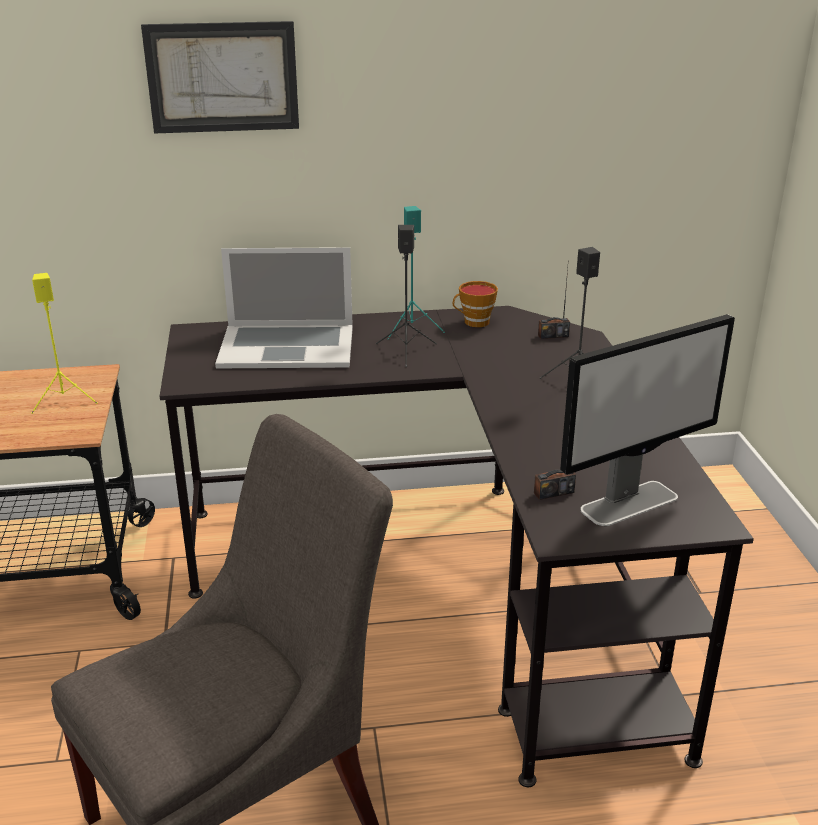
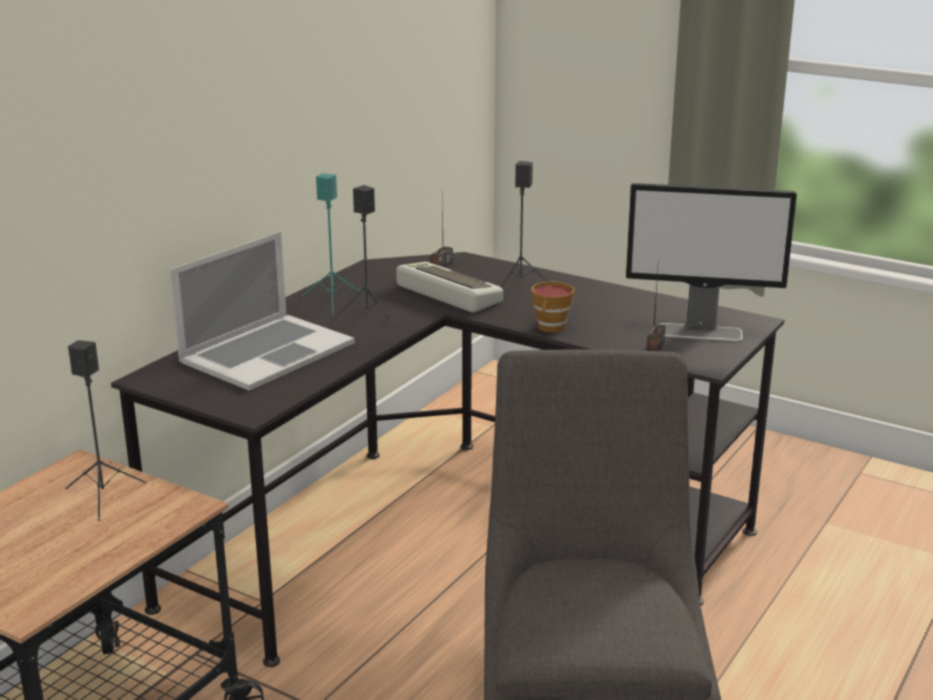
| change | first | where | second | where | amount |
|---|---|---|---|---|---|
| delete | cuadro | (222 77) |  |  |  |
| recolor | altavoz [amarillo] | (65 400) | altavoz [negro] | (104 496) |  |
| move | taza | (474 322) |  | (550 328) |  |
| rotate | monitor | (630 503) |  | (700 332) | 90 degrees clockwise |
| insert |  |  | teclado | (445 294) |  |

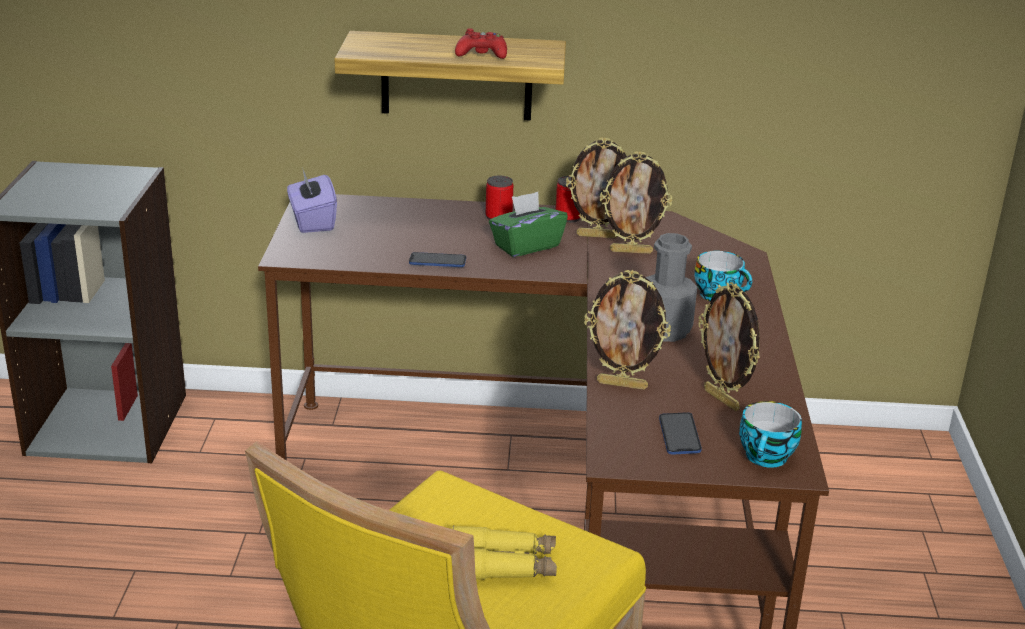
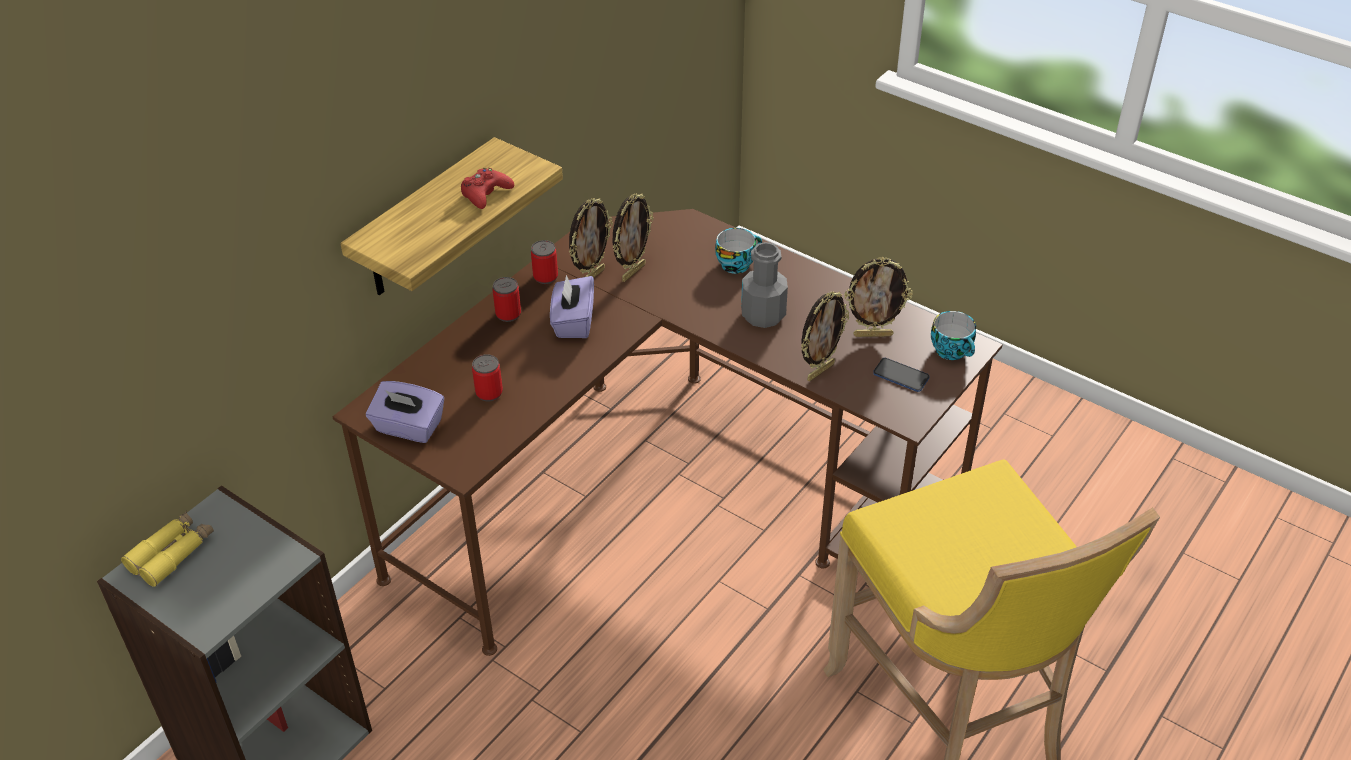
| change | first | where | second | where | amount |
|---|---|---|---|---|---|
| recolor | caja de pañuelos [verde] | (526 246) | caja de pañuelos [morado] | (573 322) |  |
| delete | móvil | (437 261) |  |  |  |
| move | prismáticos [amarillo] | (502 566) |  | (172 553) |  |
| insert |  |  | lata | (489 393) |  |

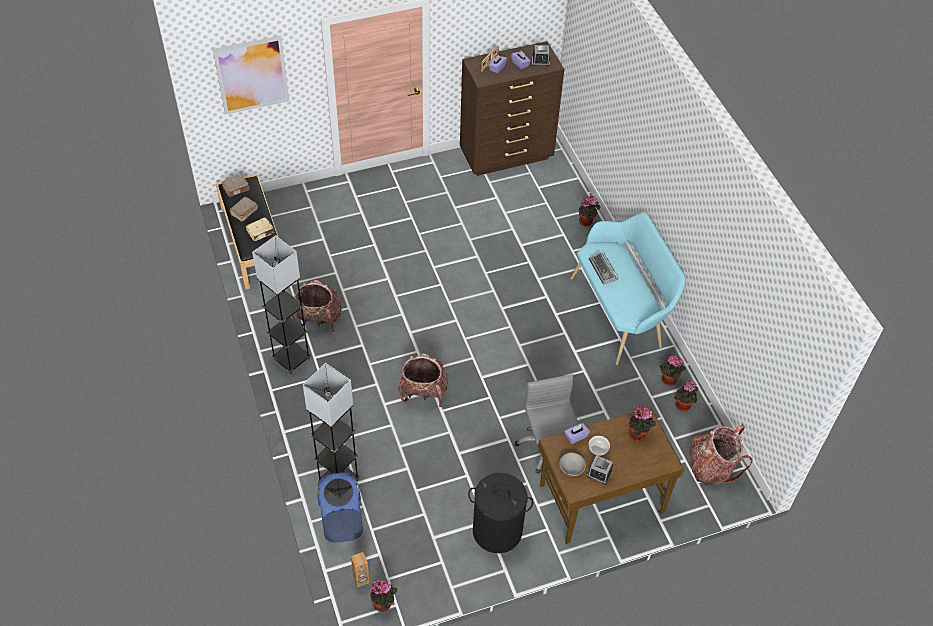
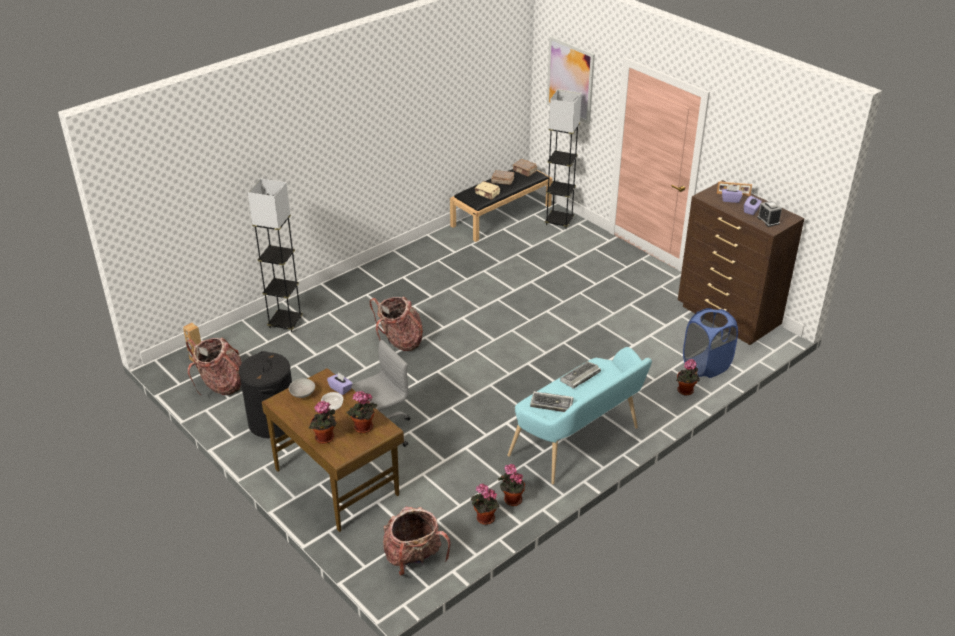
| change | first | where | second | where | amount |
|---|---|---|---|---|---|
| move | lámpara de pie [gris] | (291 359) |  | (559 222) |  |
| move | mochila | (318 319) |  | (221 385) |  |
| delete | despertador | (599 474) |  |  |  |
| move | cesto de la ropa [azul] | (342 523) |  | (706 365) |  |
| move | planta en maceta | (384 603) |  | (325 439) |  |
| insert |  |  | teclado | (552 404) |  |

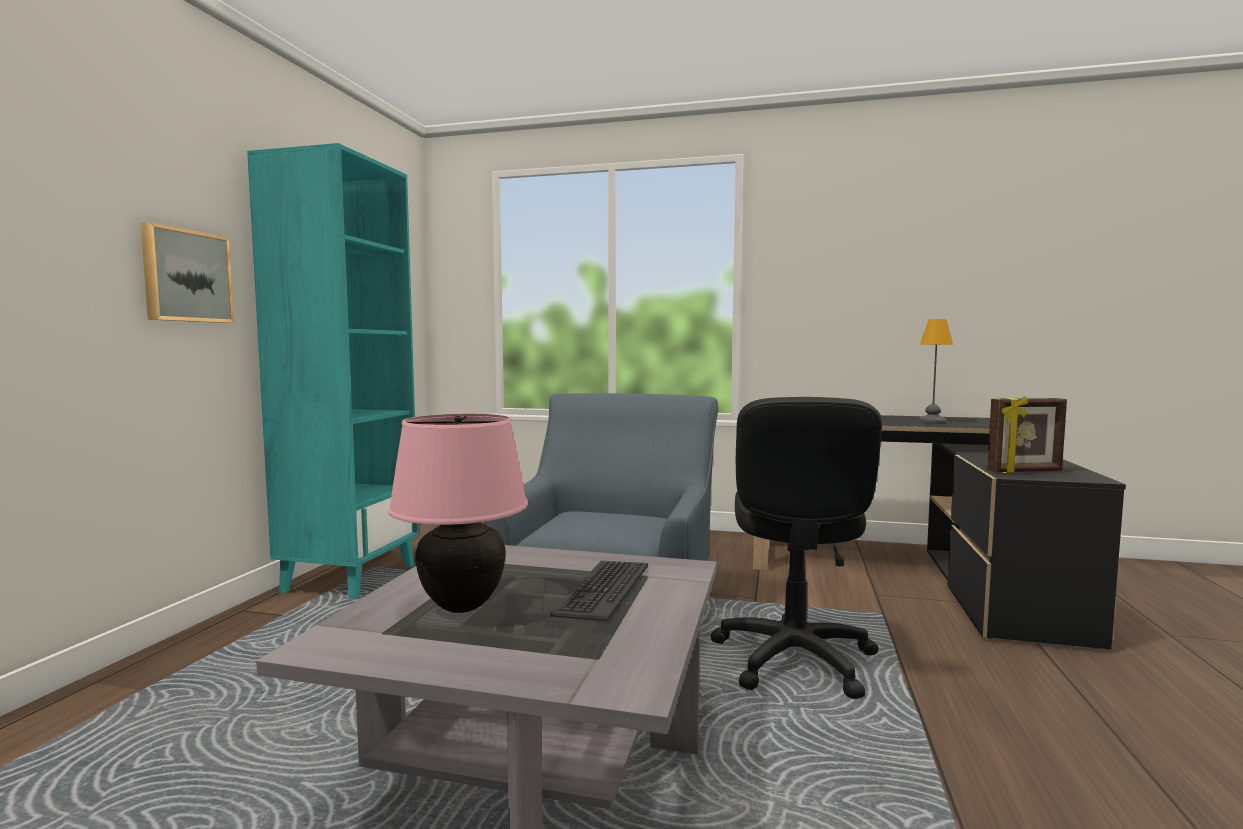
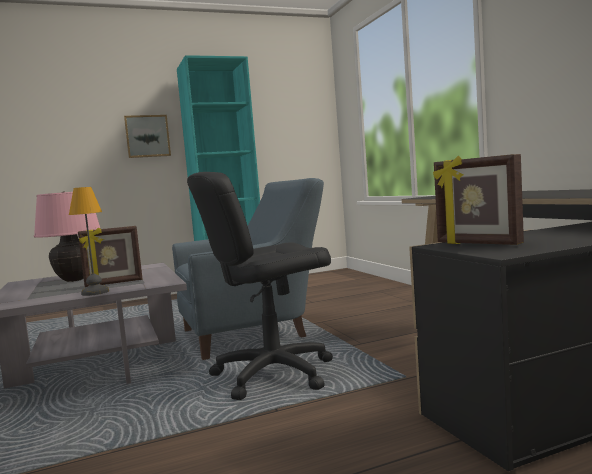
| change | first | where | second | where | amount |
|---|---|---|---|---|---|
| move | lámpara de mesa | (931 422) |  | (96 292) |  |
| replace | teclado | (602 589) | portarretratos | (114 283) |  |

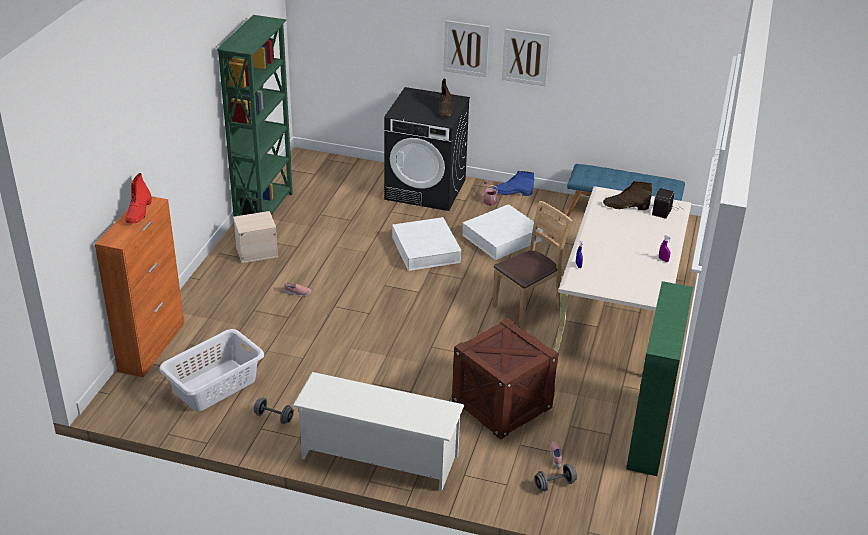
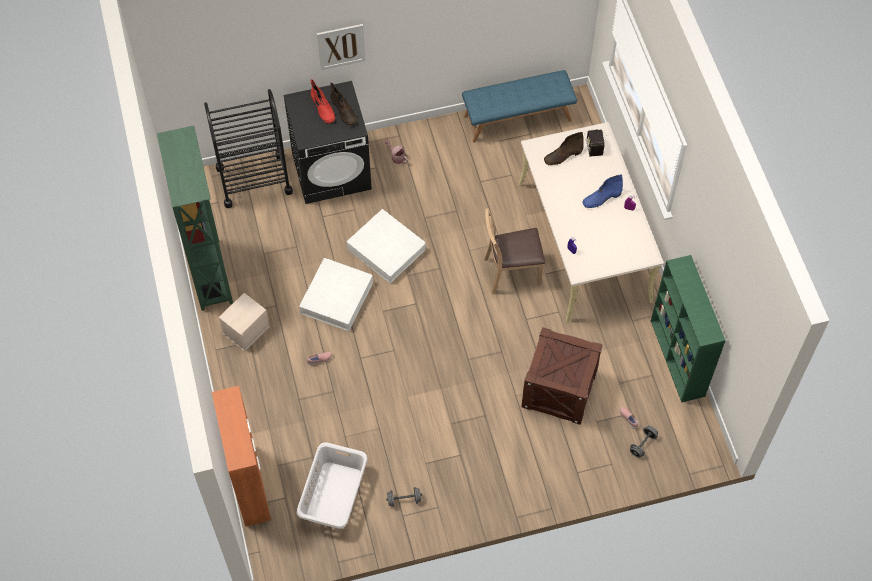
| change | first | where | second | where | amount |
|---|---|---|---|---|---|
| delete | cuadro | (525 57) |  |  |  |
| move | bota [azul] | (512 192) |  | (601 198) |  |
| move | bota [rojo] | (138 212) |  | (323 109) |  |
| rotate | silla [marrón] | (527 306) |  | (511 272) | 120 degrees counterclockwise |
| move | caja de almacenaje [blanco] | (501 237) |  | (336 298) |  |
| delete | zapatero [blanco] | (378 457) |  |  |  |
| insert |  |  | carrito [negro] | (254 180) |  |

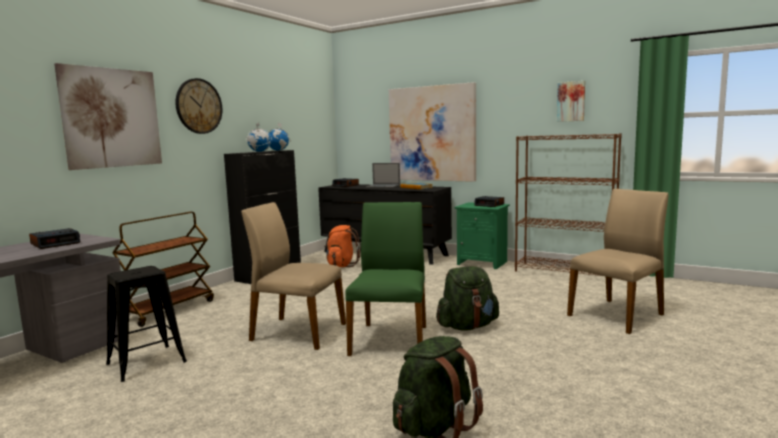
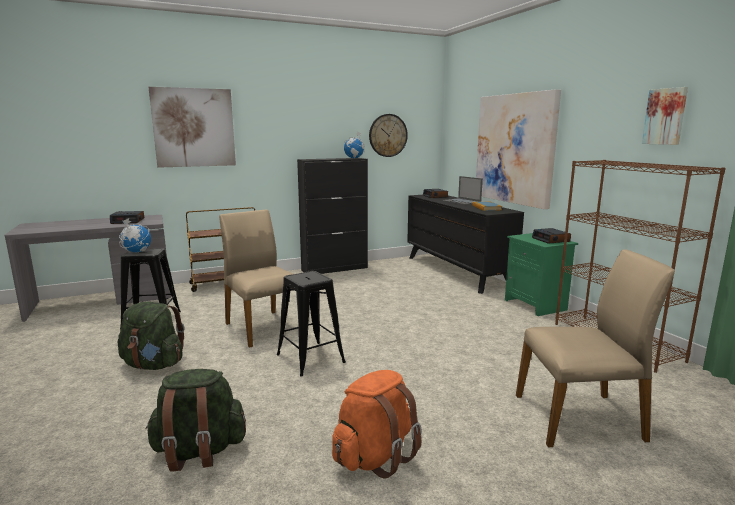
| change | first | where | second | where | amount |
|---|---|---|---|---|---|
| move | reloj de pared | (198 106) |  | (388 135) |  |
| move | globo terráqueo | (259 151) |  | (137 252) |  |
| replace | silla [verde] | (391 339) | taburete [negro] | (310 358) |  |
| move | mochila [naranja] | (341 265) |  | (375 456) |  |
| move | mochila [verde] | (467 326) |  | (154 365) |  |

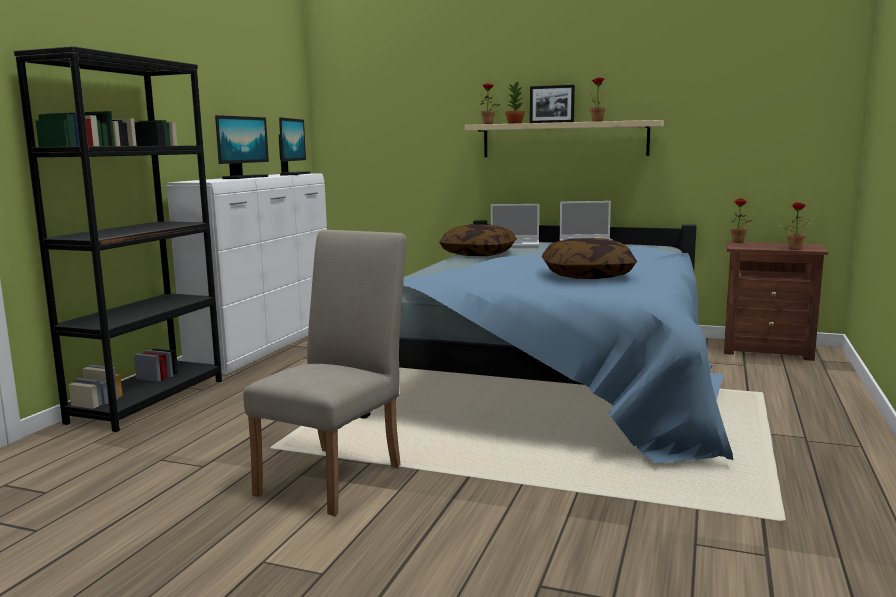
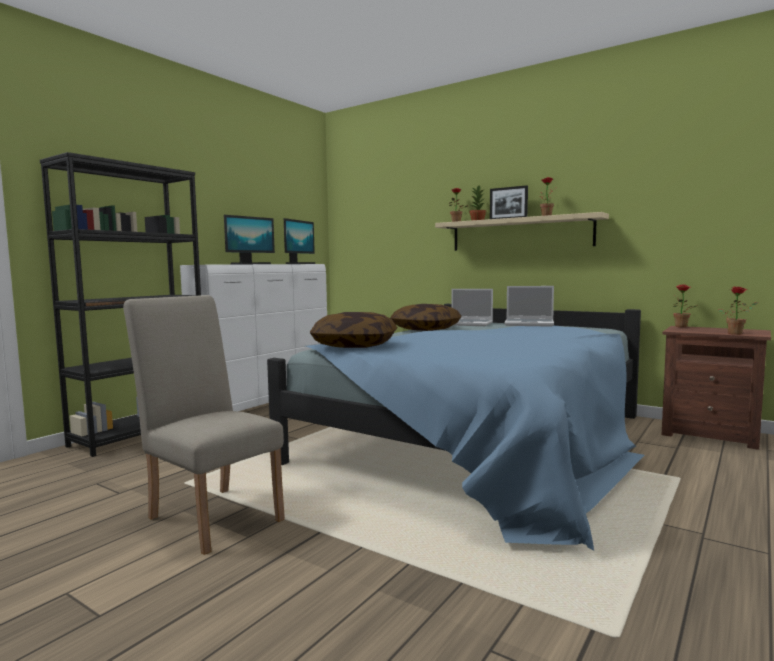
| change | first | where | second | where | amount |
|---|---|---|---|---|---|
| rotate | silla [beis] | (337 475) |  | (211 515) | 90 degrees counterclockwise |
| move | cojín | (587 275) |  | (355 345) |  |

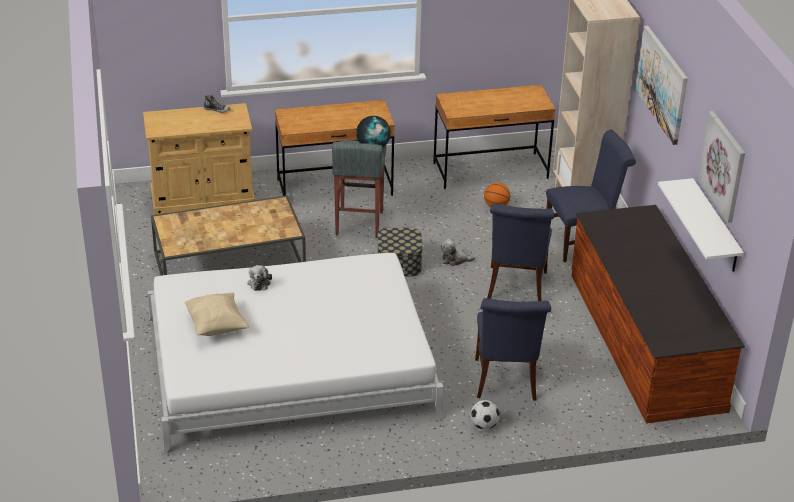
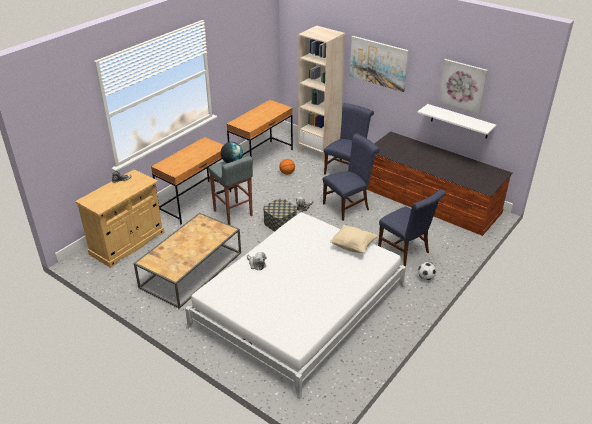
| change | first | where | second | where | amount |
|---|---|---|---|---|---|
| rotate | silla [azul] | (516 288) |  | (348 206) | 90 degrees counterclockwise |
| move | cojín [beis] | (216 326) |  | (353 246) |  |

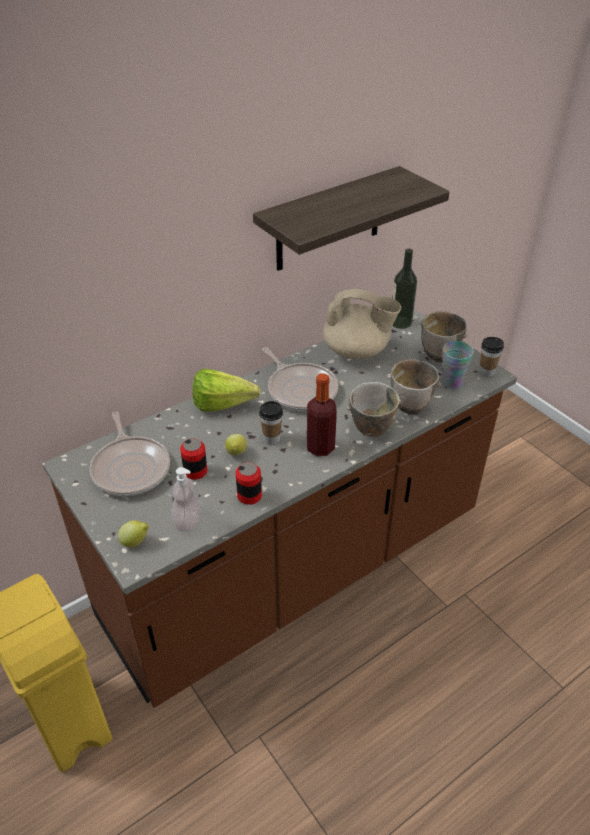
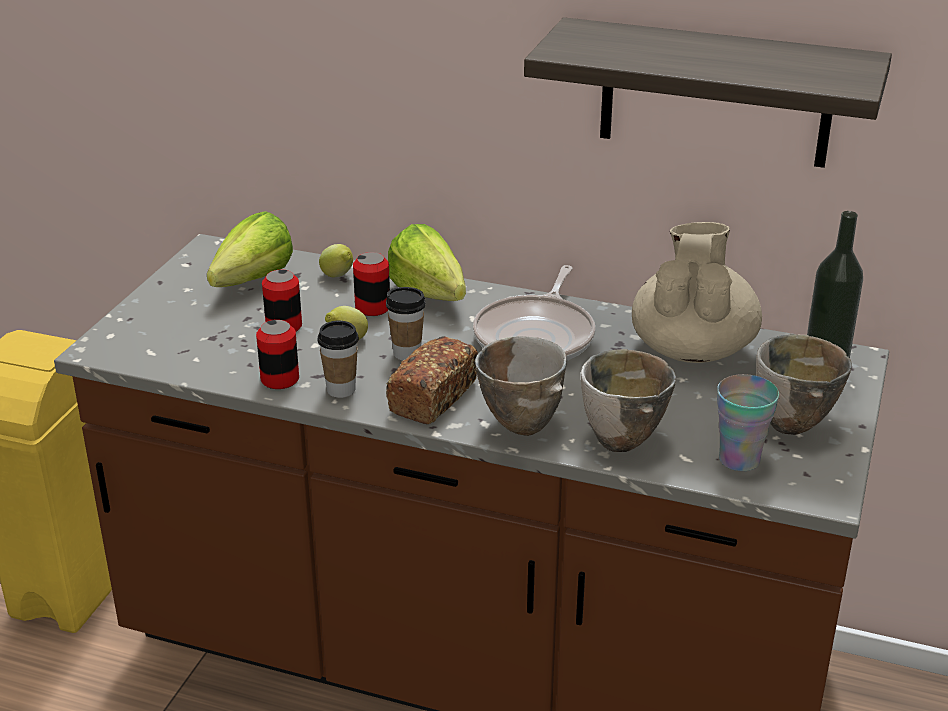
| change | first | where | second | where | amount |
|---|---|---|---|---|---|
| rotate | tetera [beis] | (357 351) |  | (692 348) | 150 degrees counterclockwise |
| move | taza | (486 372) |  | (341 390) |  |
| replace | botella | (320 447) | pan | (433 397) |  |
| replace | sartén | (131 468) | lechuga | (245 284) |  |
| delete | dispensador de jabón | (188 521) |  |  |  |
| move | limón | (136 542) |  | (338 277) |  |
| insert |  |  | lata | (372 307) |  |

